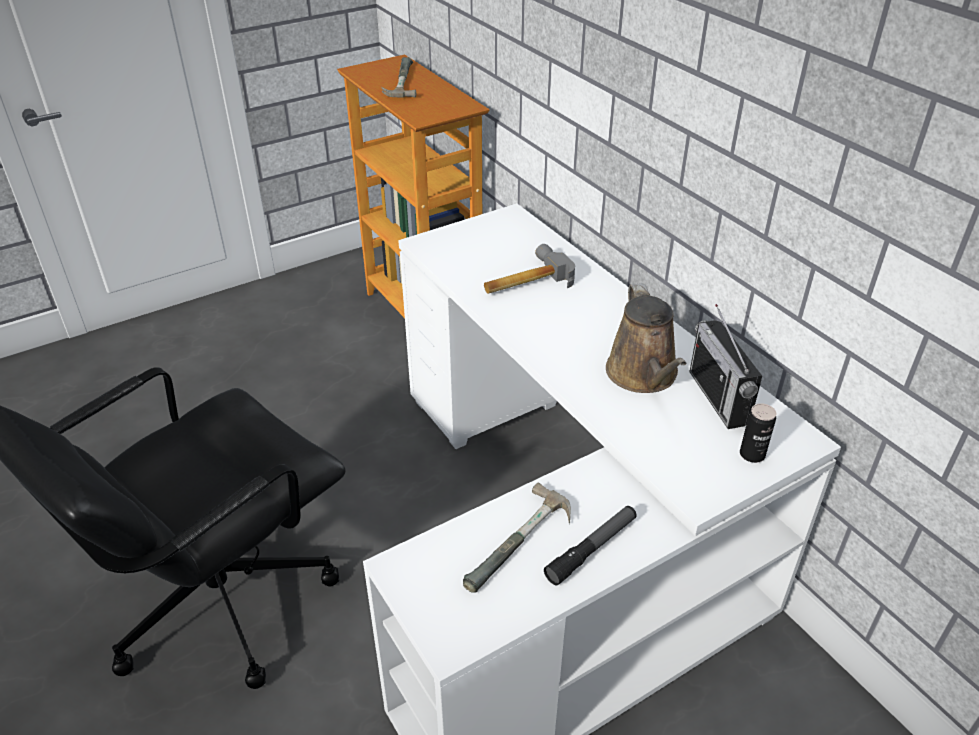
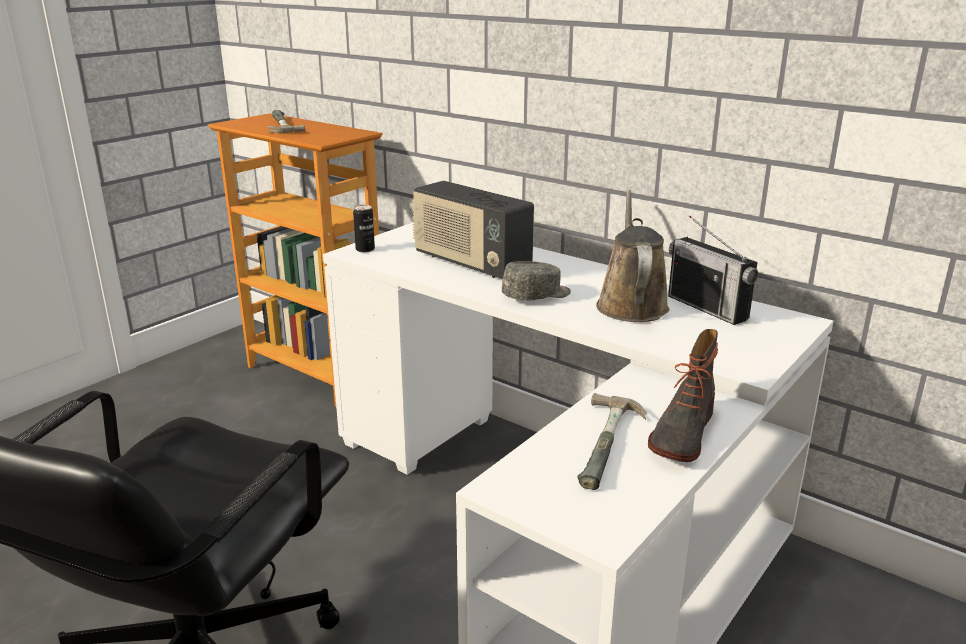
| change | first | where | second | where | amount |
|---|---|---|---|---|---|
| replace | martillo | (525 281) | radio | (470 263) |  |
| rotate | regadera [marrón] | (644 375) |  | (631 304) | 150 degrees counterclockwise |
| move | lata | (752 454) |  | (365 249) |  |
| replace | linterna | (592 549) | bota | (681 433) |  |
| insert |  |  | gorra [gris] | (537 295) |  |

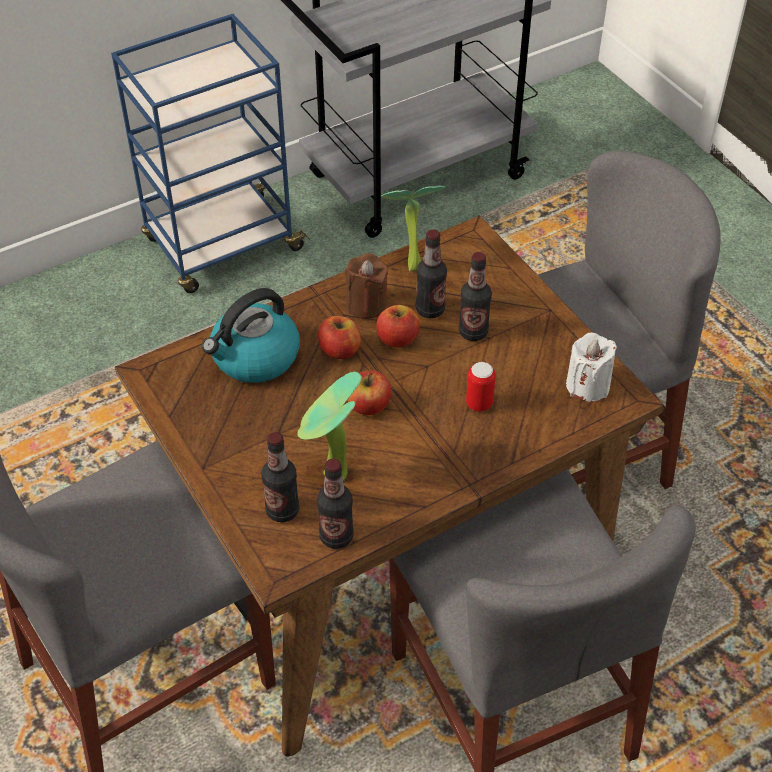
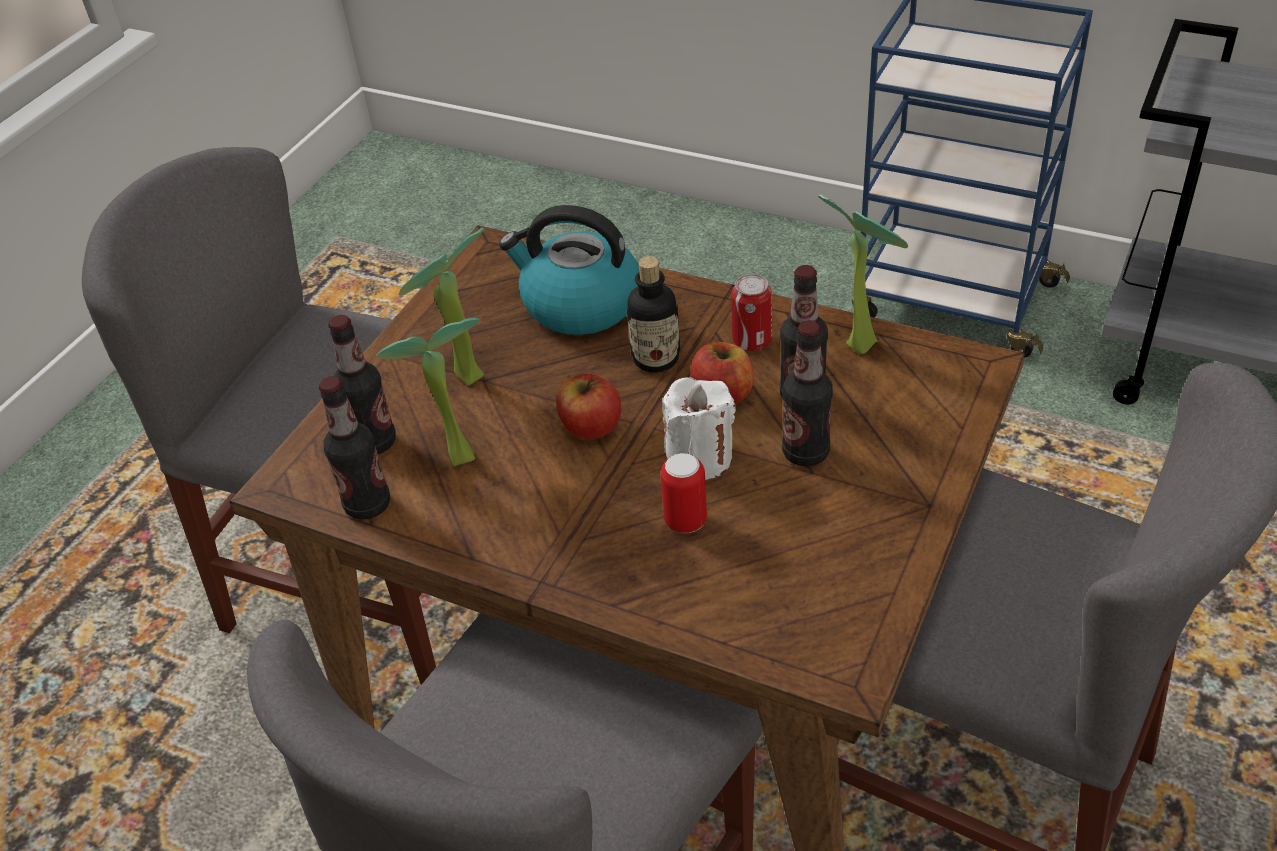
| change | first | where | second | where | amount |
|---|---|---|---|---|---|
| replace | vela [marrón] | (366 304) | lata | (752 341) |  |
| replace | manzana | (340 350) | botella | (656 359) |  |
| move | vela [blanco] | (587 385) |  | (699 457) |  |
| insert |  |  | planta en maceta | (461 377) |  |

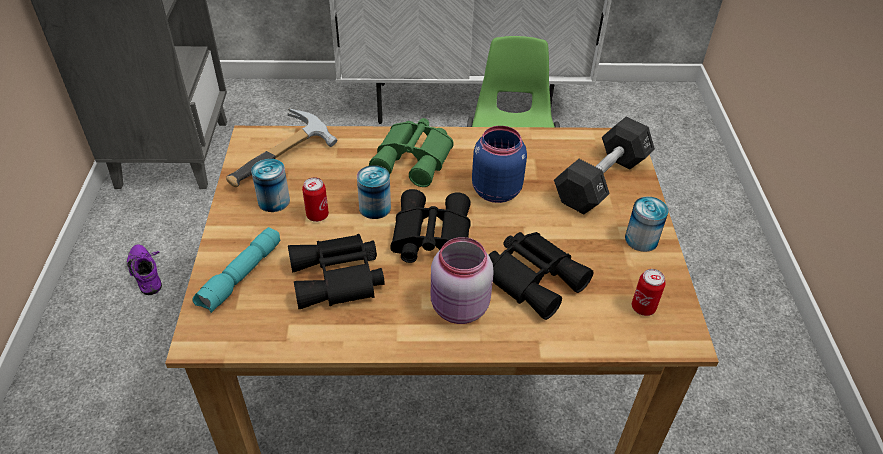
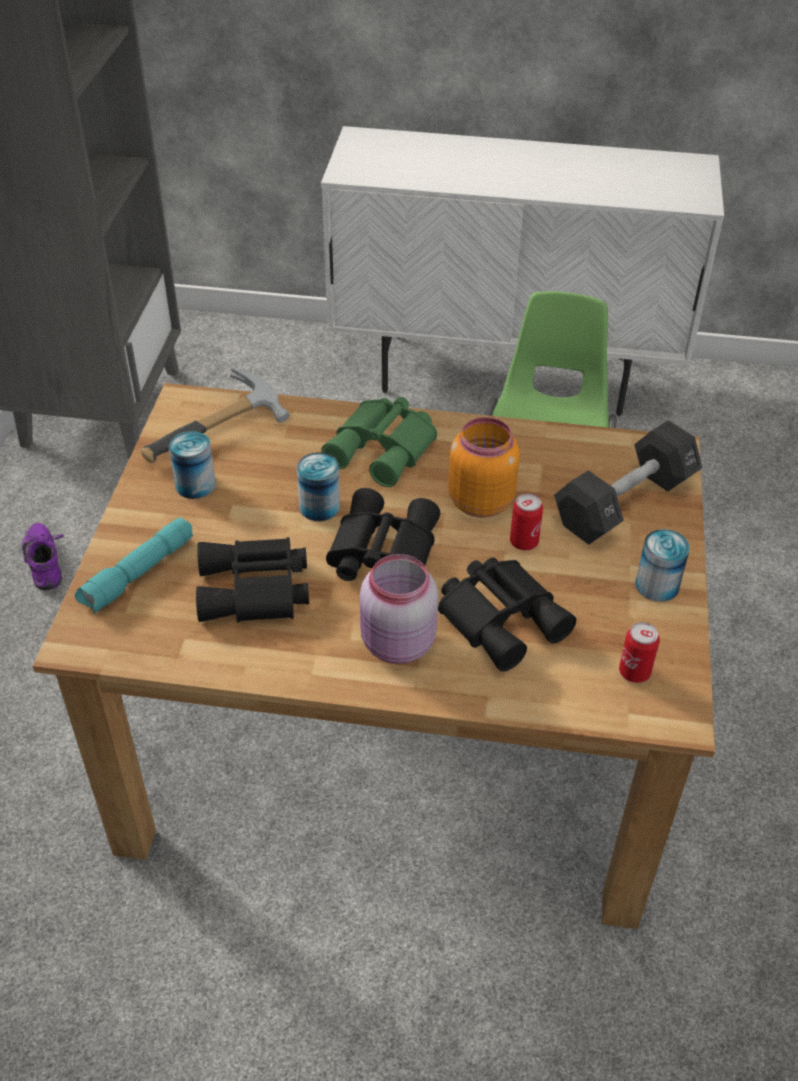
| change | first | where | second | where | amount |
|---|---|---|---|---|---|
| recolor | tarro [azul] | (495 190) | tarro [naranja] | (480 500) |  |
| move | lata | (317 215) |  | (524 542) |  |

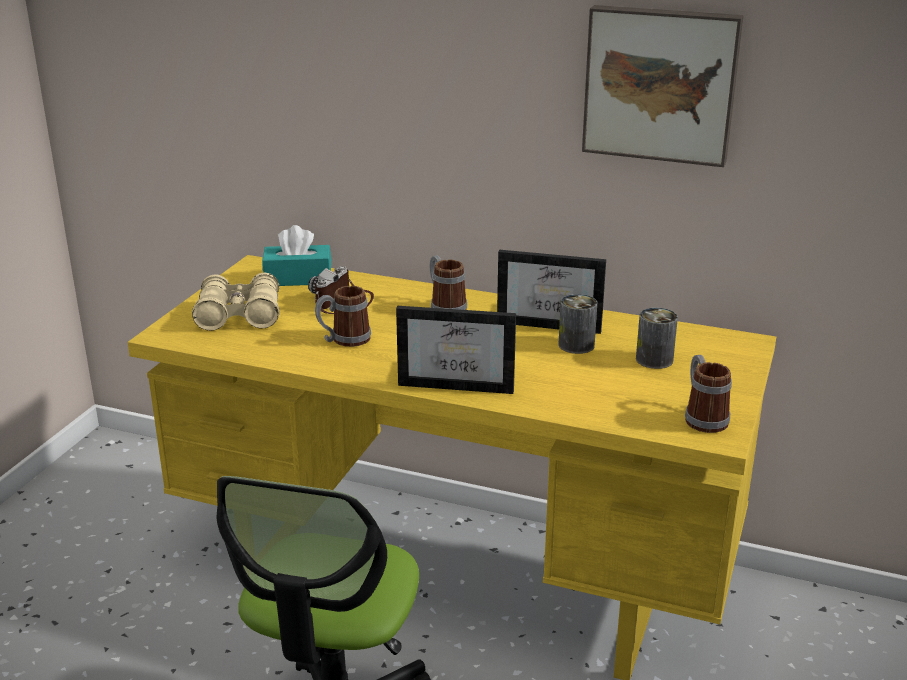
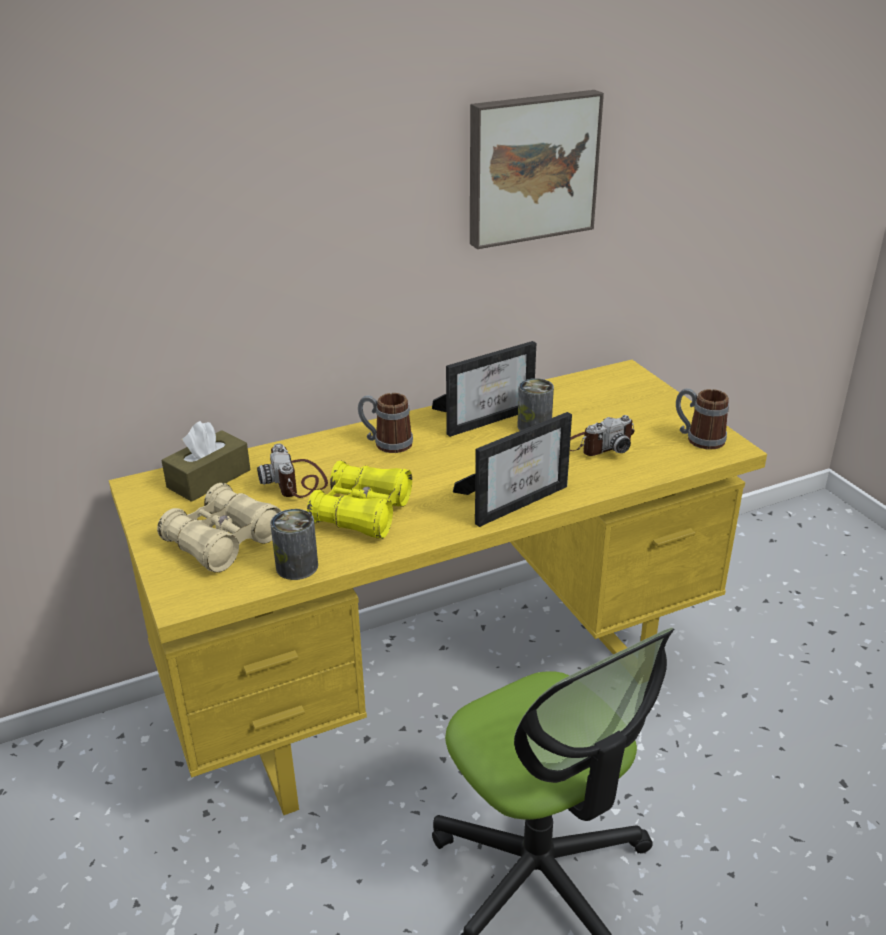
| change | first | where | second | where | amount |
|---|---|---|---|---|---|
| recolor | caja de pañuelos [turquesa] | (298 278) | caja de pañuelos [marrón] | (209 479) |  |
| replace | taza grande | (344 340) | prismáticos [amarillo] | (362 513) |  |
| move | lata | (654 360) |  | (297 566) |  |
| insert |  |  | cámara | (598 445) |  |

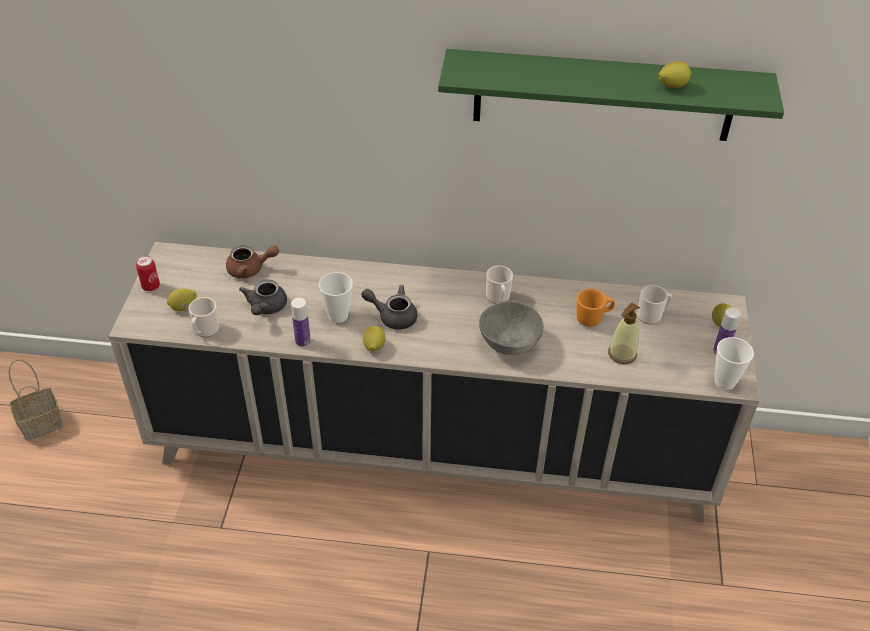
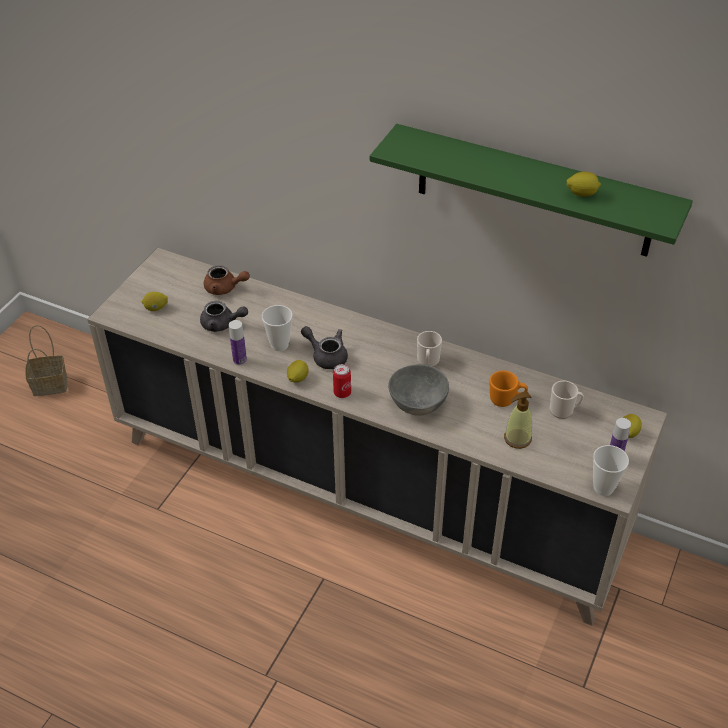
| change | first | where | second | where | amount |
|---|---|---|---|---|---|
| move | lata | (151 286) |  | (342 393) |  |
| rotate | tetera [gris] | (265 308) |  | (222 324) | 105 degrees counterclockwise |
| delete | taza grande | (205 331) |  |  |  |

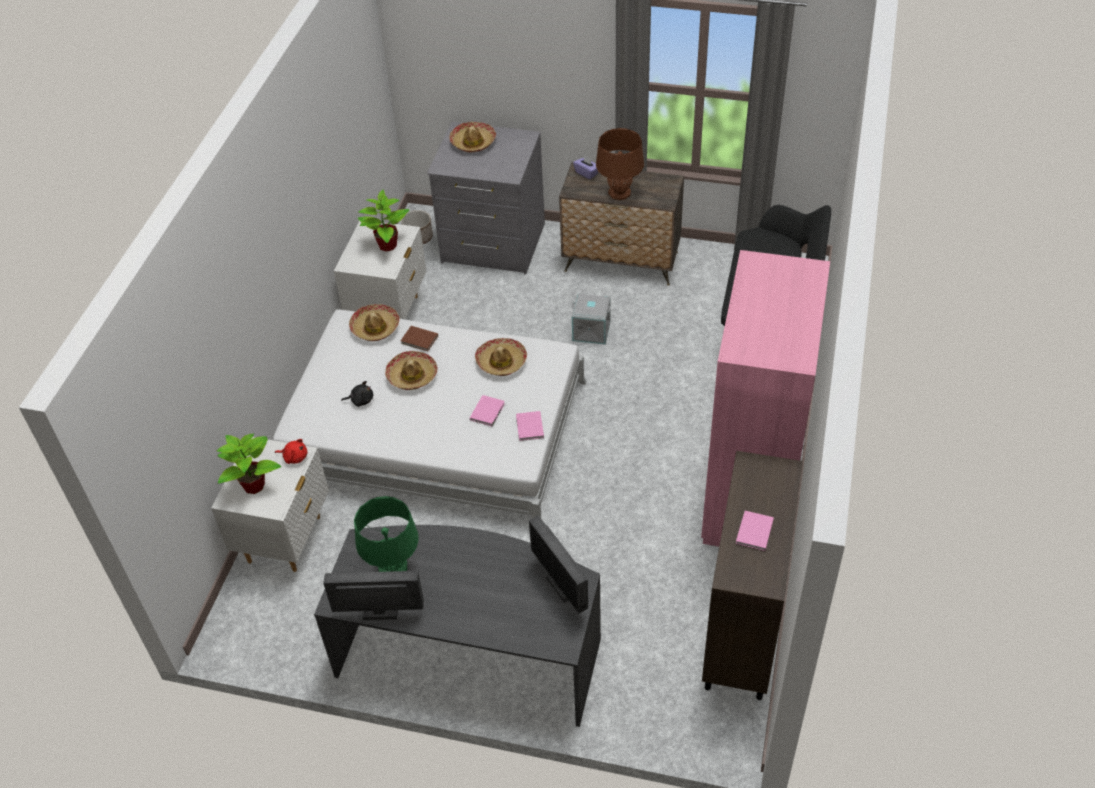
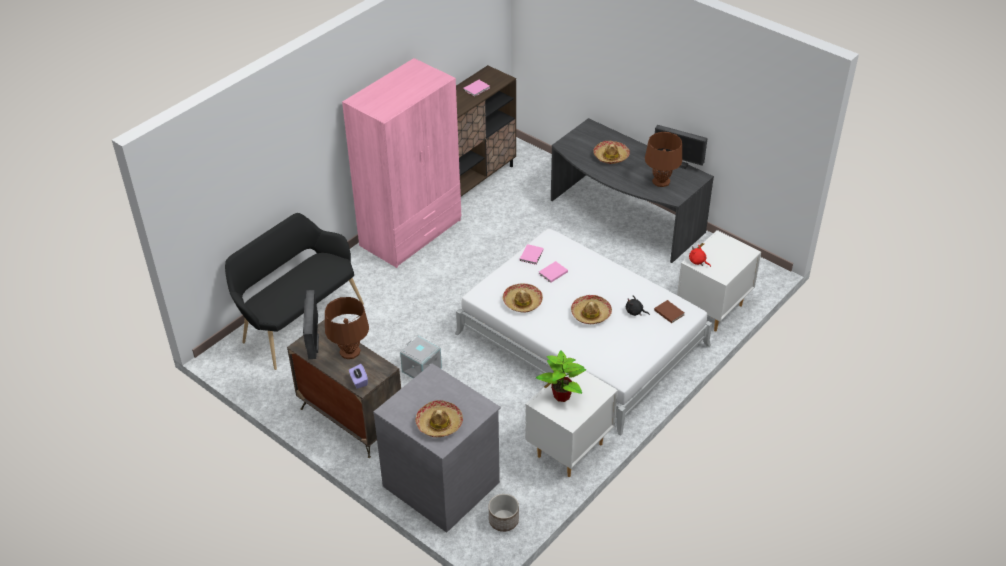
| change | first | where | second | where | amount |
|---|---|---|---|---|---|
| move | sombrero | (375 327) |  | (611 156) |  |
| move | libro [marrón] | (420 340) |  | (669 312) |  |
| delete | planta en maceta | (254 485) |  |  |  |
| recolor | lámpara de mesa [verde] | (393 567) | lámpara de mesa [marrón] | (661 181) |  |
| move | monitor | (560 587) |  | (313 344) |  |

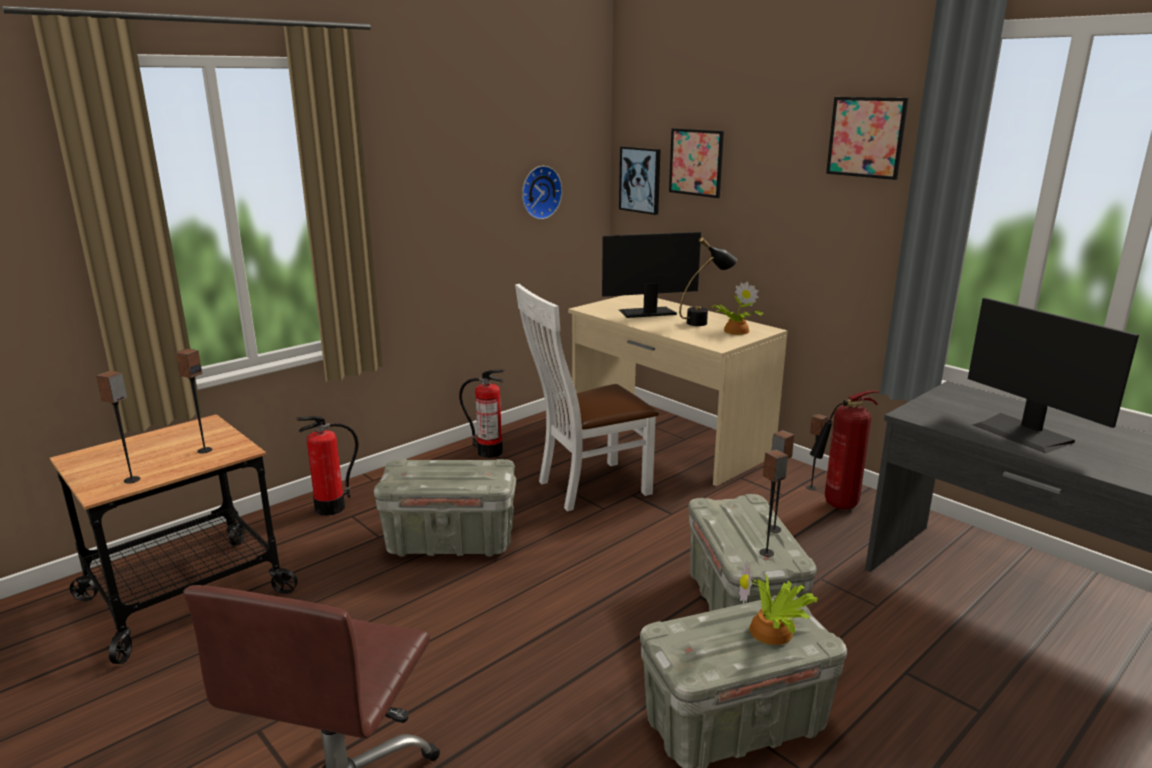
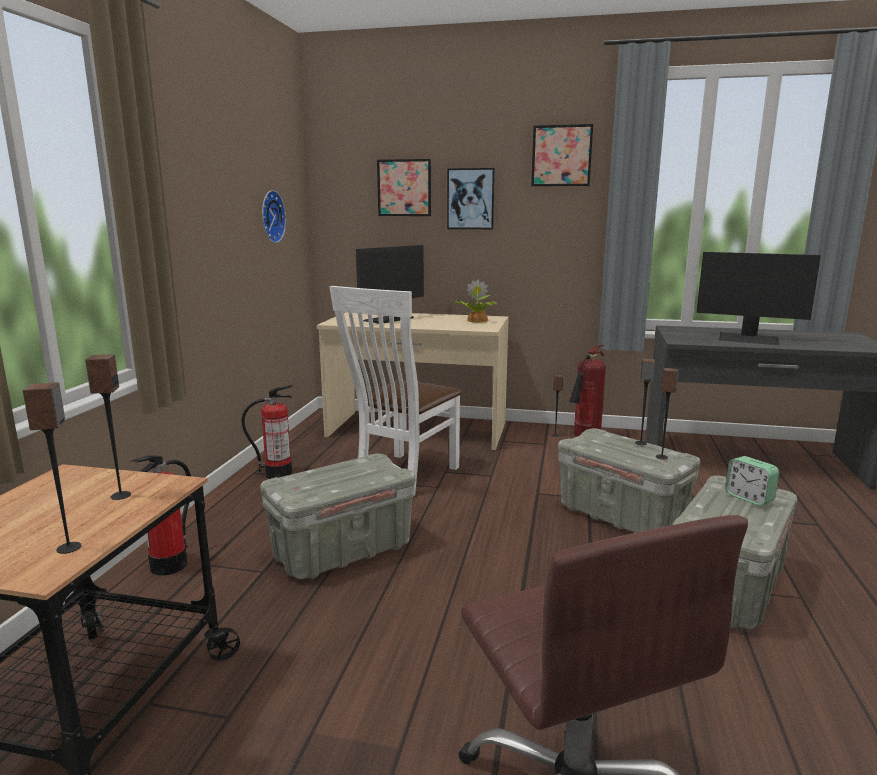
| change | first | where | second | where | amount |
|---|---|---|---|---|---|
| move | cuadro | (640 180) |  | (470 199) |  |
| delete | lámpara de mesa [negro] | (705 321) |  |  |  |
| replace | planta en maceta | (773 632) | despertador | (749 498) |  |

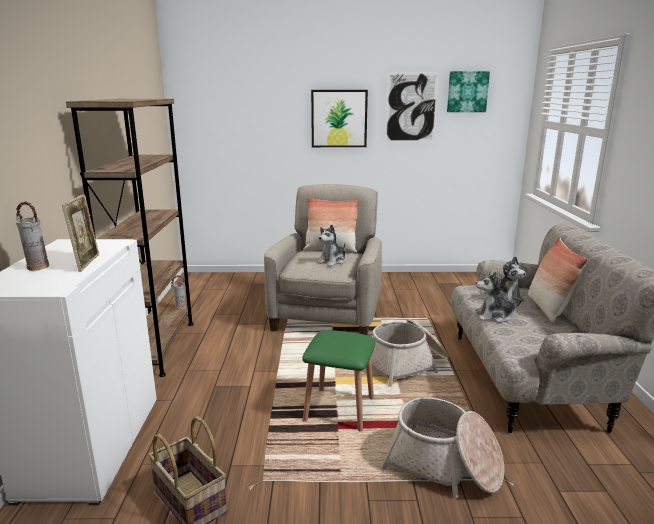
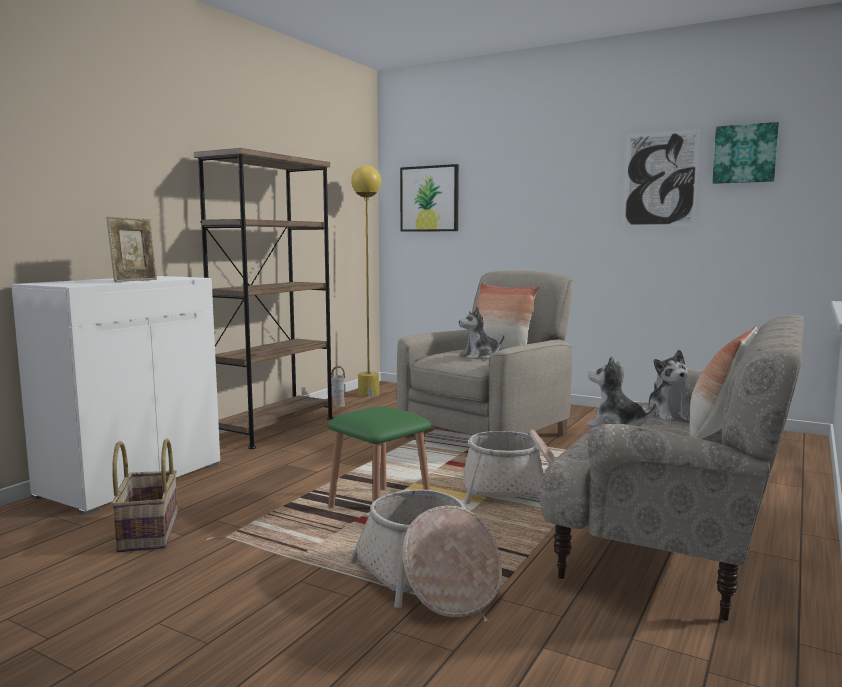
| change | first | where | second | where | amount |
|---|---|---|---|---|---|
| move | cuadro | (339 118) |  | (429 199) |  |
| delete | florero | (37 267) |  |  |  |
| insert |  |  | lámpara de pie [amarillo] | (368 395) |  |

